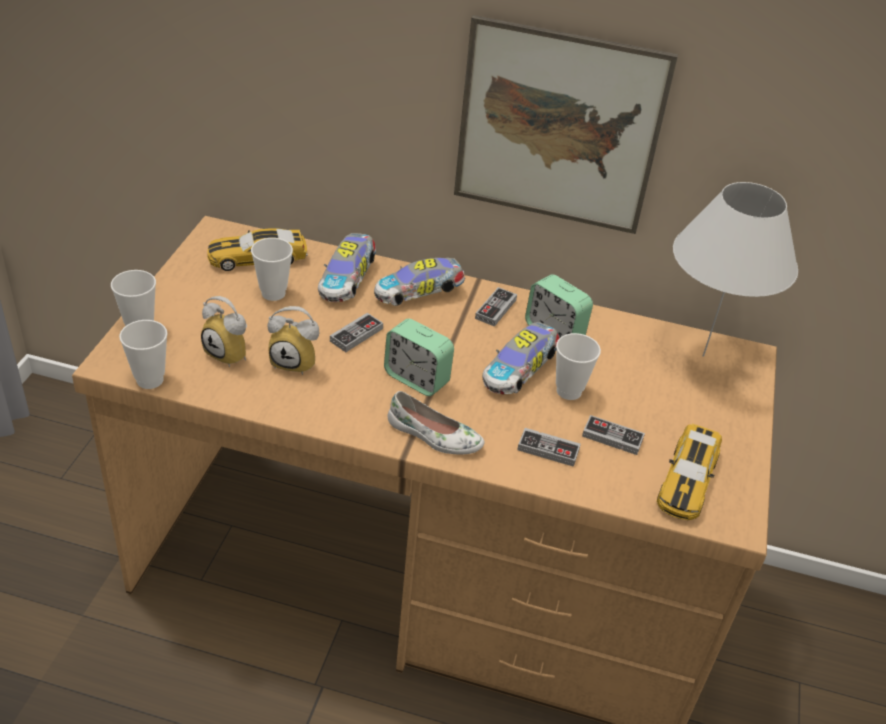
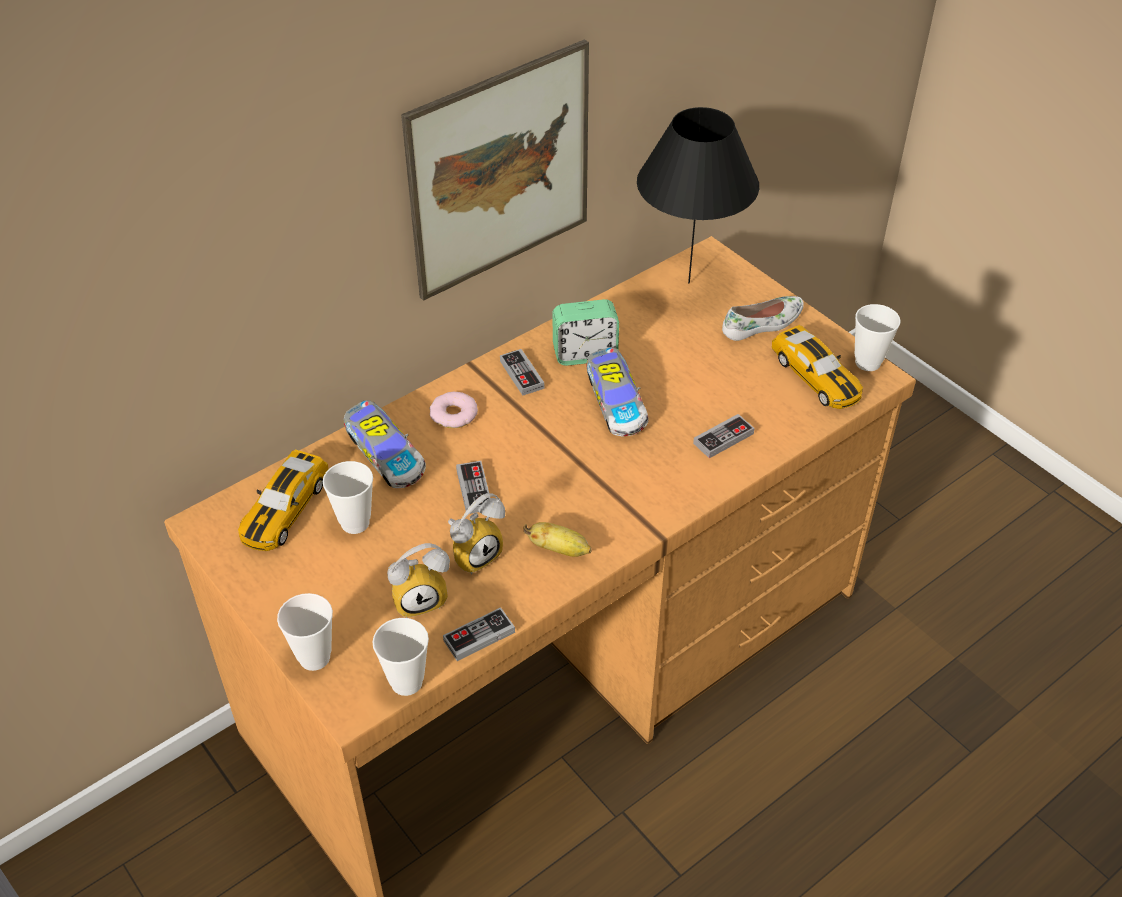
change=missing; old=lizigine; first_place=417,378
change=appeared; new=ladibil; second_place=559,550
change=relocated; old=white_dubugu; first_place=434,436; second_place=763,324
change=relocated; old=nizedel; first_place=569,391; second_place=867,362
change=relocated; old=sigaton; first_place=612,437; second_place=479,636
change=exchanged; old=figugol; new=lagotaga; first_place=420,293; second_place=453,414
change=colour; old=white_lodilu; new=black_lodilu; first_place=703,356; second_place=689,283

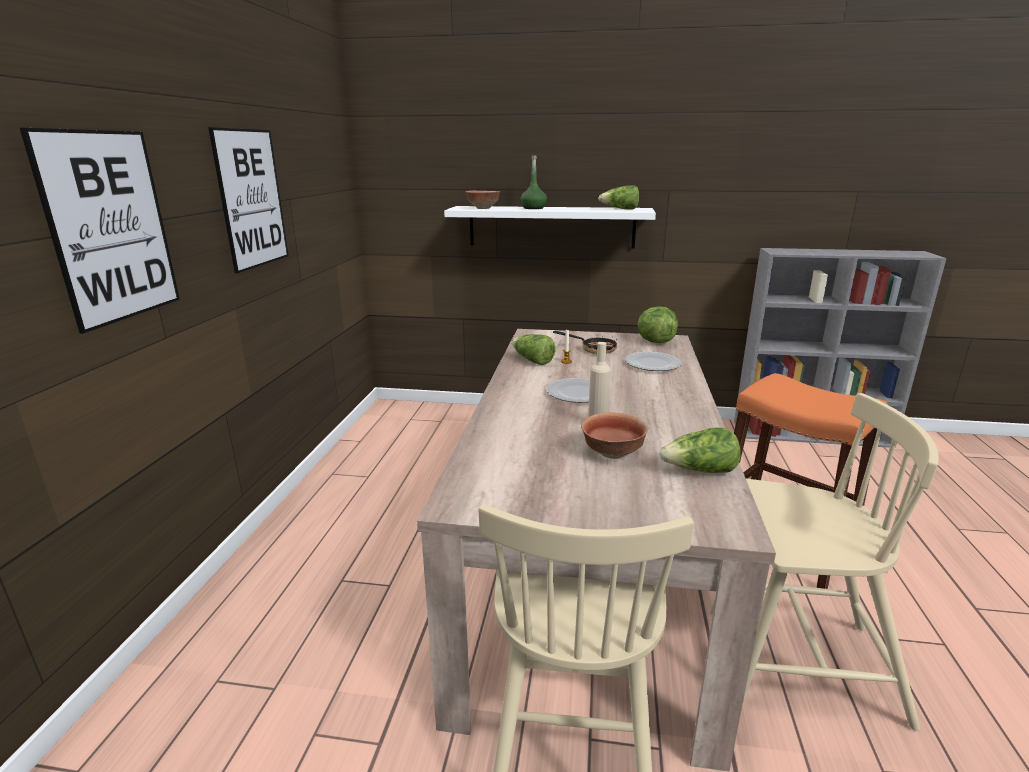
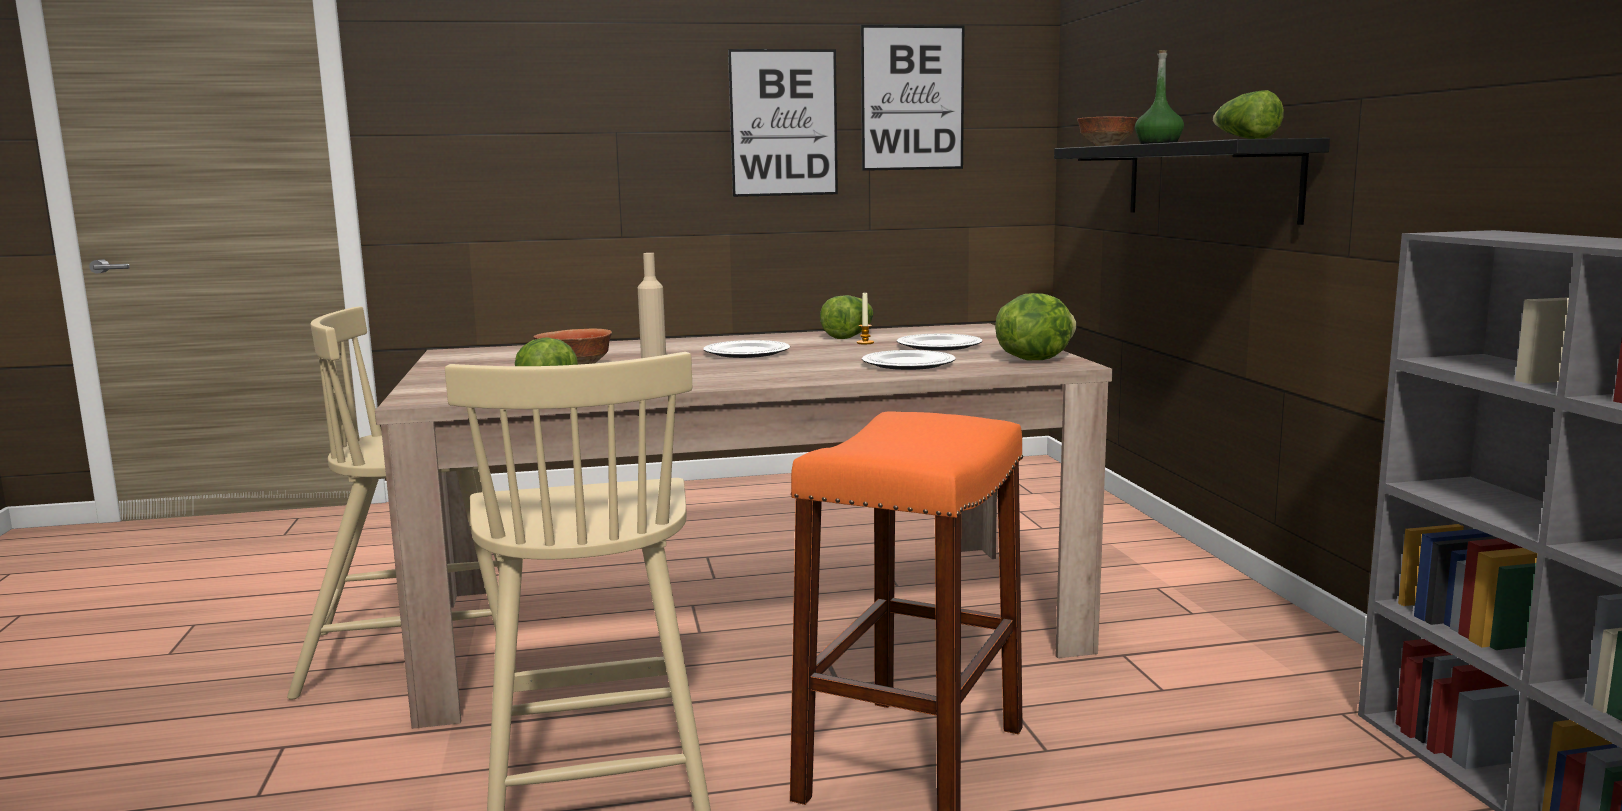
change=relocated; old=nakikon; first_place=110,227; second_place=912,98
change=exchanged; old=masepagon; new=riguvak; first_place=593,349; second_place=940,345
change=colour; old=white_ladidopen; new=black_ladidopen; first_place=551,226; second_place=1208,180

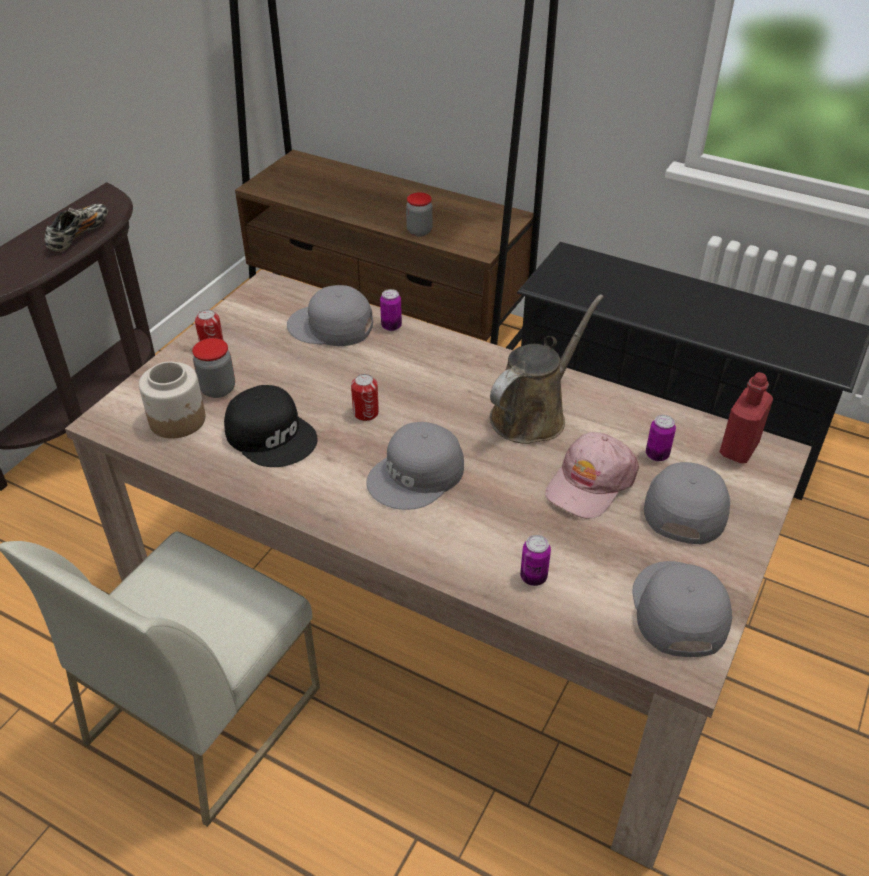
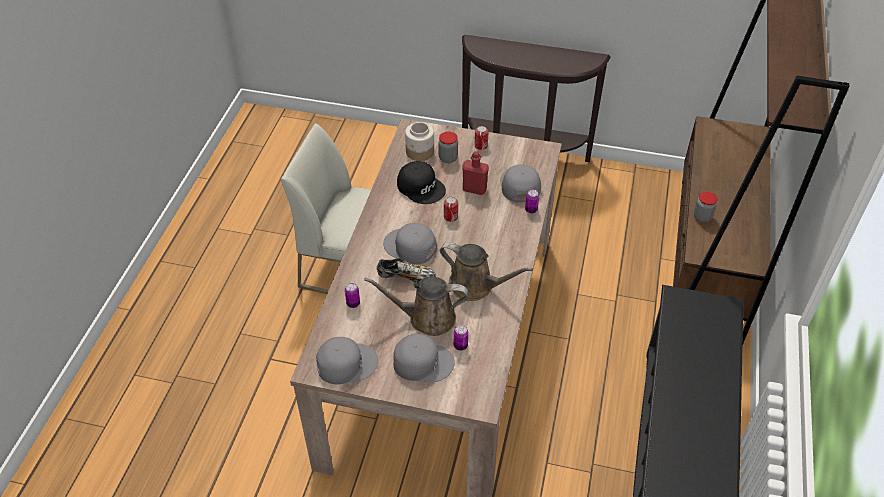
change=relocated; old=dubugu; first_place=79,235; second_place=406,277
change=relocated; old=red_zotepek; first_place=738,449; second_place=474,189
change=exchanged; old=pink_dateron; new=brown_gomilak; first_place=590,483; second_place=427,318
change=spun; old=black_dateron; first_place=272,434; second_place=421,187; degrees=-75

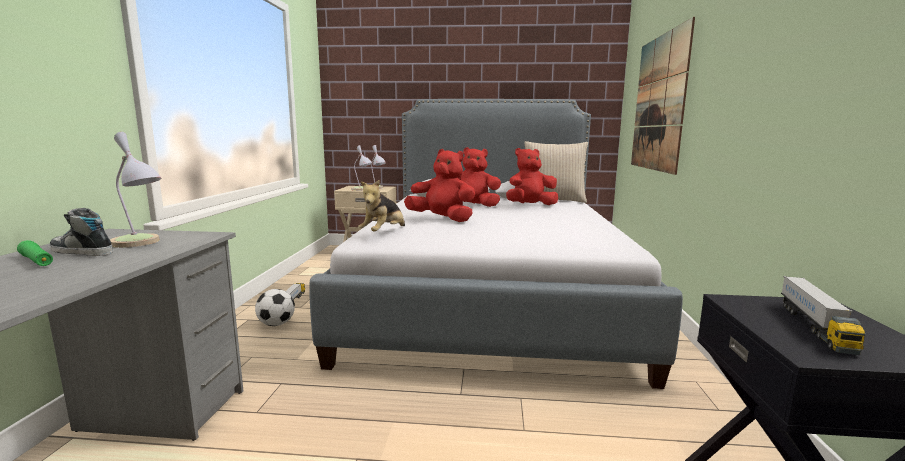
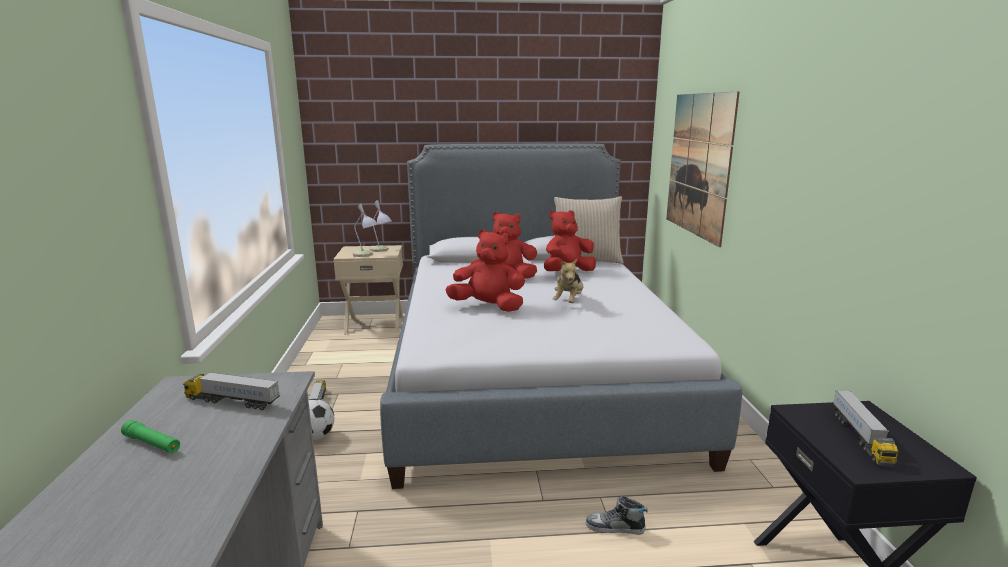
change=relocated; old=dubugu; first_place=82,251; second_place=615,527
change=relocated; old=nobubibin; first_place=383,233; second_place=568,301
change=exchanged; old=lodilu; new=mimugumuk; first_place=141,243; second_place=232,401

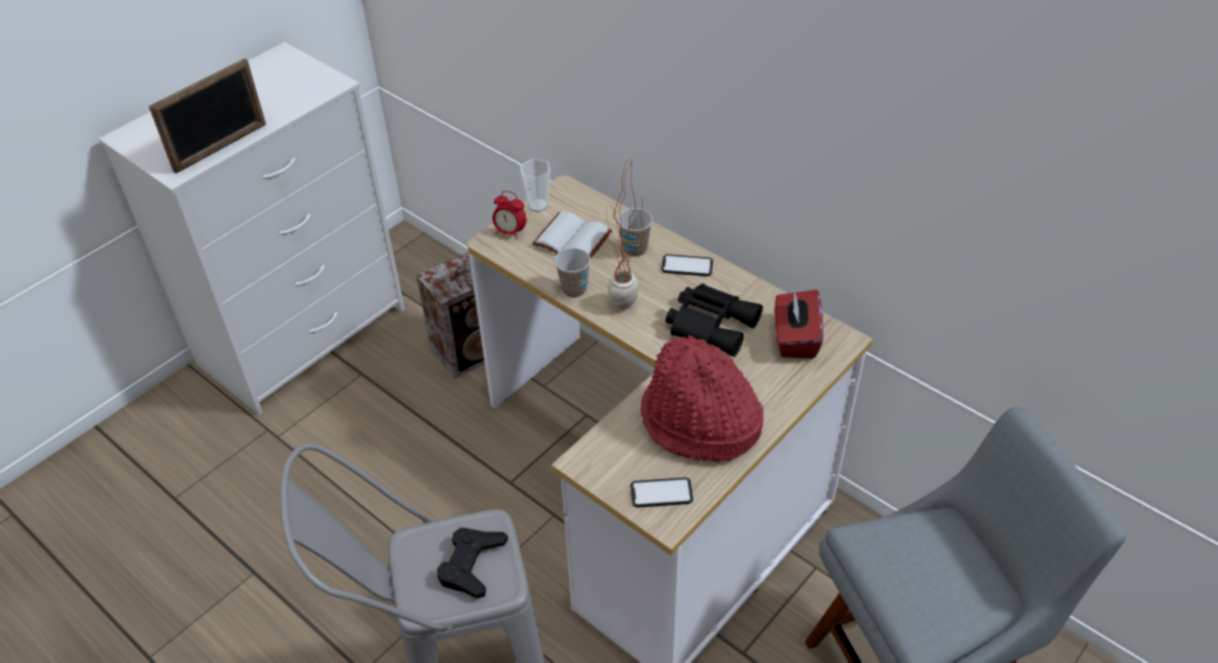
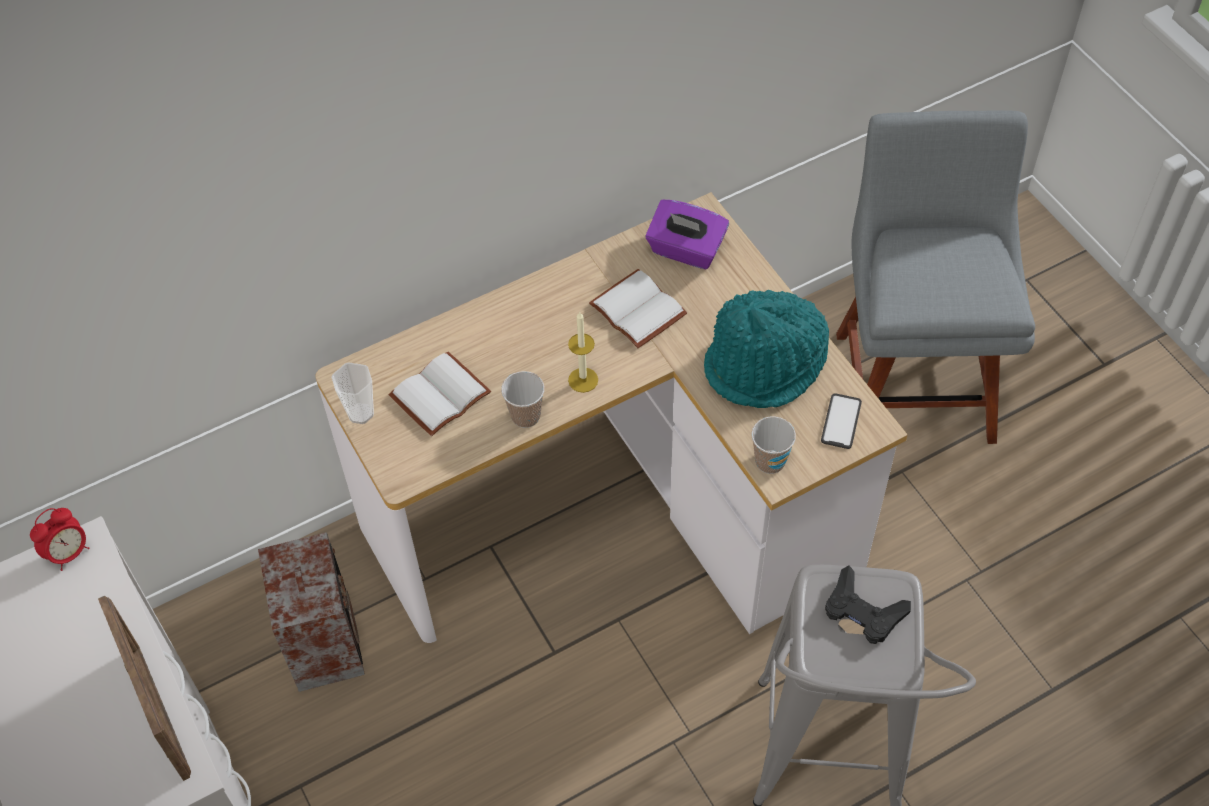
change=missing; old=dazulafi; first_place=687,266
change=relocated; old=lizigine; first_place=510,232; second_place=69,553
change=relocated; old=nizedel; first_place=635,249; second_place=770,461
change=exchanged; old=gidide; new=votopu; first_place=624,312; second_place=583,380
change=exchanged; old=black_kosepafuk; new=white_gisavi; first_place=711,324; second_place=635,310
change=colour; old=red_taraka; new=turquoise_taraka; first_place=698,423; second_place=766,365
change=colour; old=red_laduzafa; new=purple_laduzafa; first_place=795,338; second_place=686,250

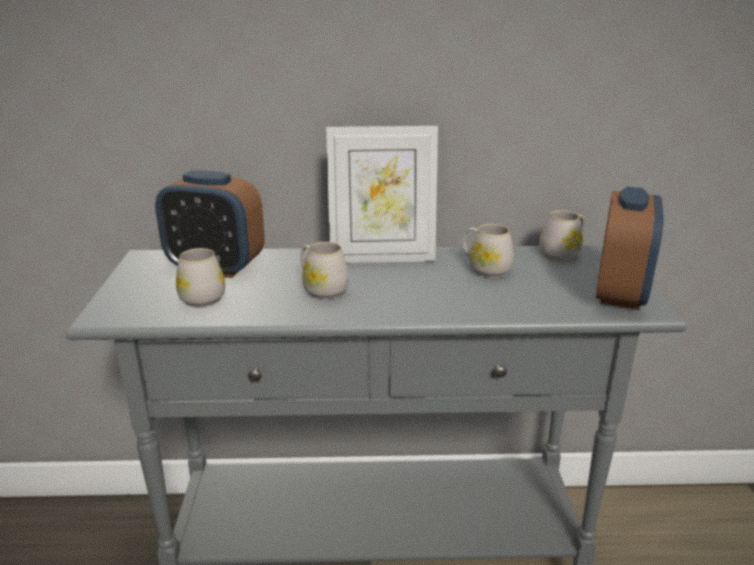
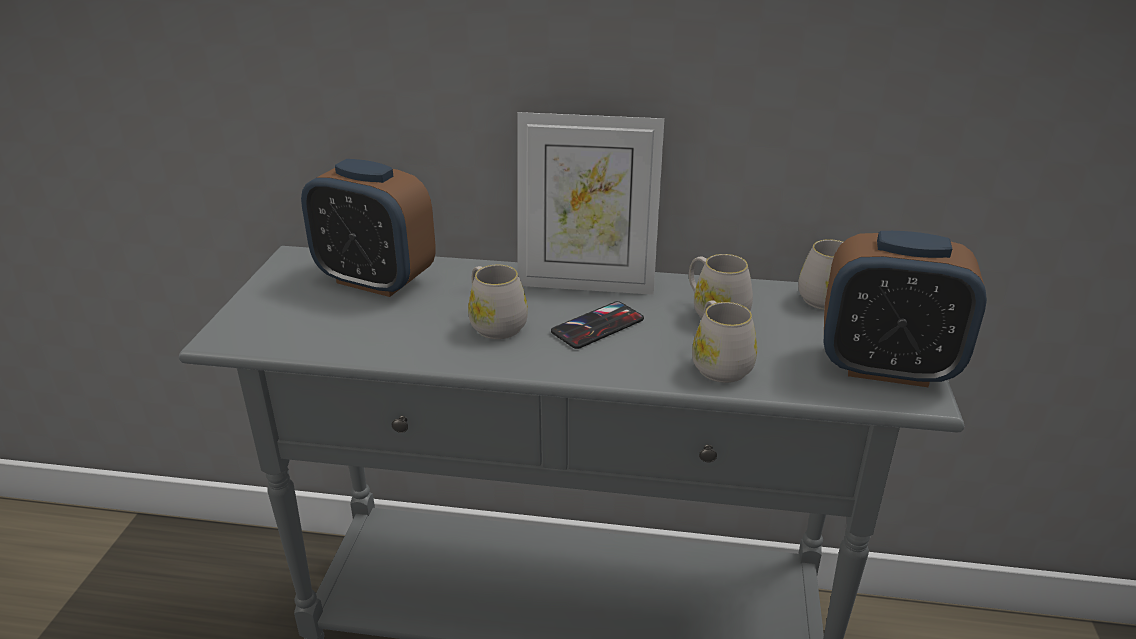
change=appeared; new=dazulafi; second_place=598,326
change=relocated; old=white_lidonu; first_place=201,296; second_place=718,364
change=spun; old=lizigine; first_place=620,294; second_place=886,368; degrees=75

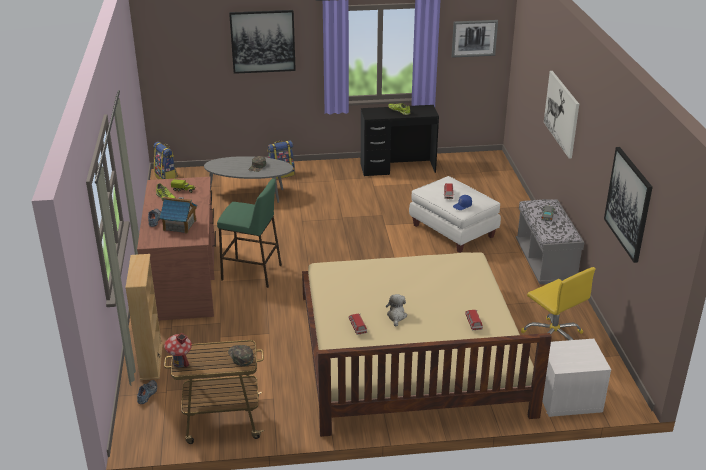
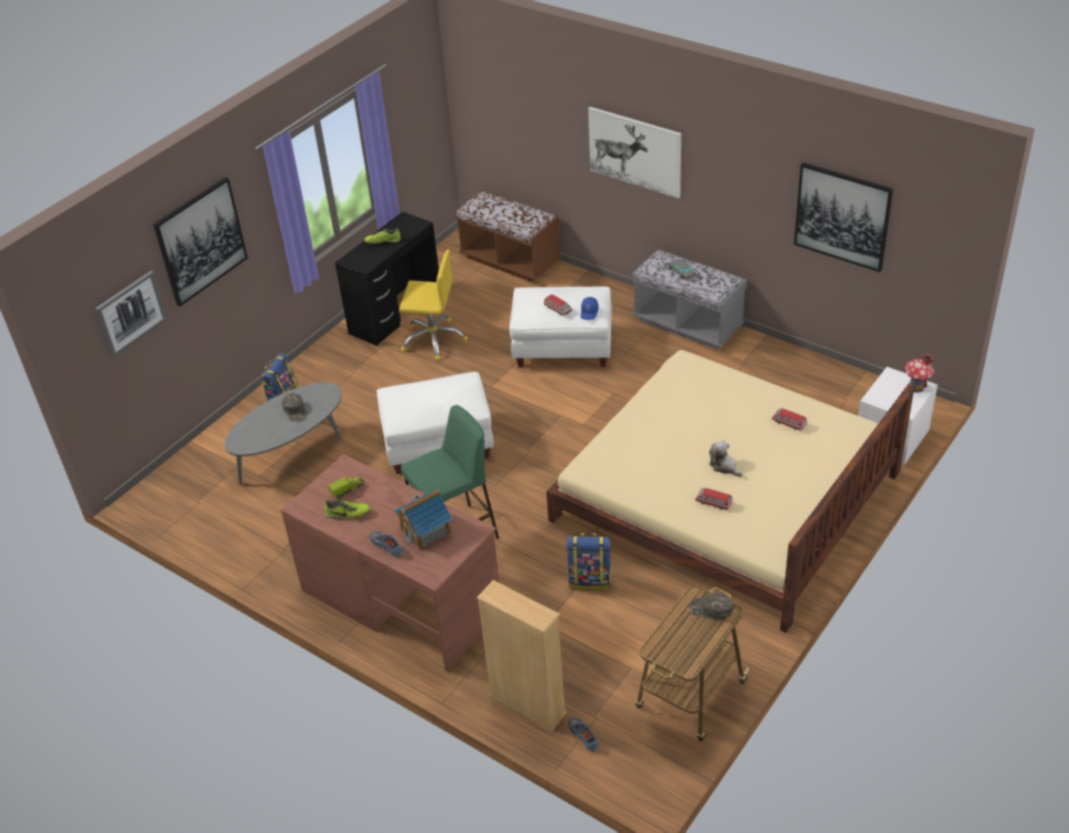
change=appeared; new=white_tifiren; second_place=437,444
change=appeared; new=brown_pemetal; second_place=510,260
change=relocated; old=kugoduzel; first_place=166,177; second_place=590,580
change=relocated; old=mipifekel; first_place=180,362; second_place=916,387
change=relocated; old=nakikon; first_place=474,38; second_place=131,313
change=relocated; old=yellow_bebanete; first_place=553,338; second_place=433,339

